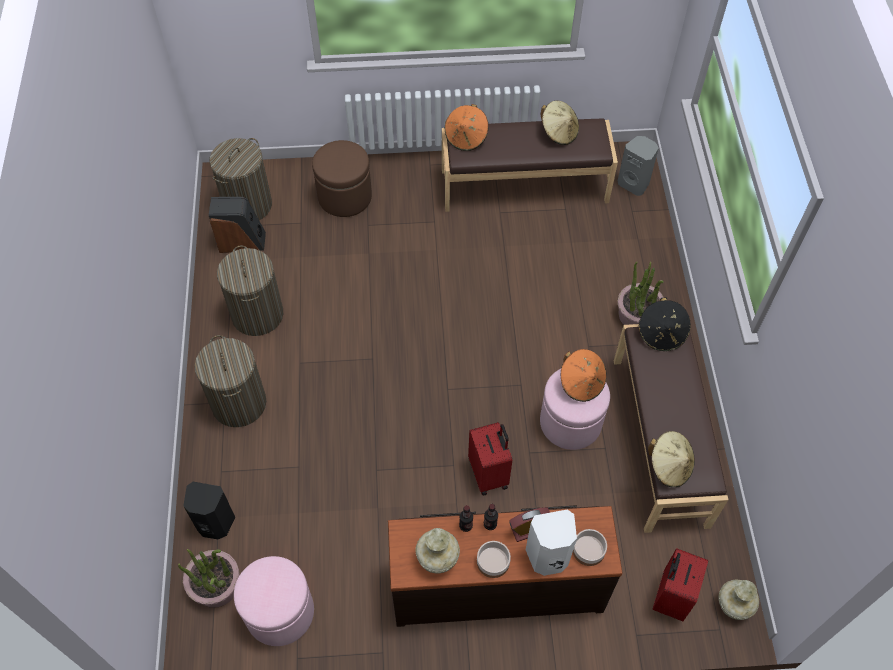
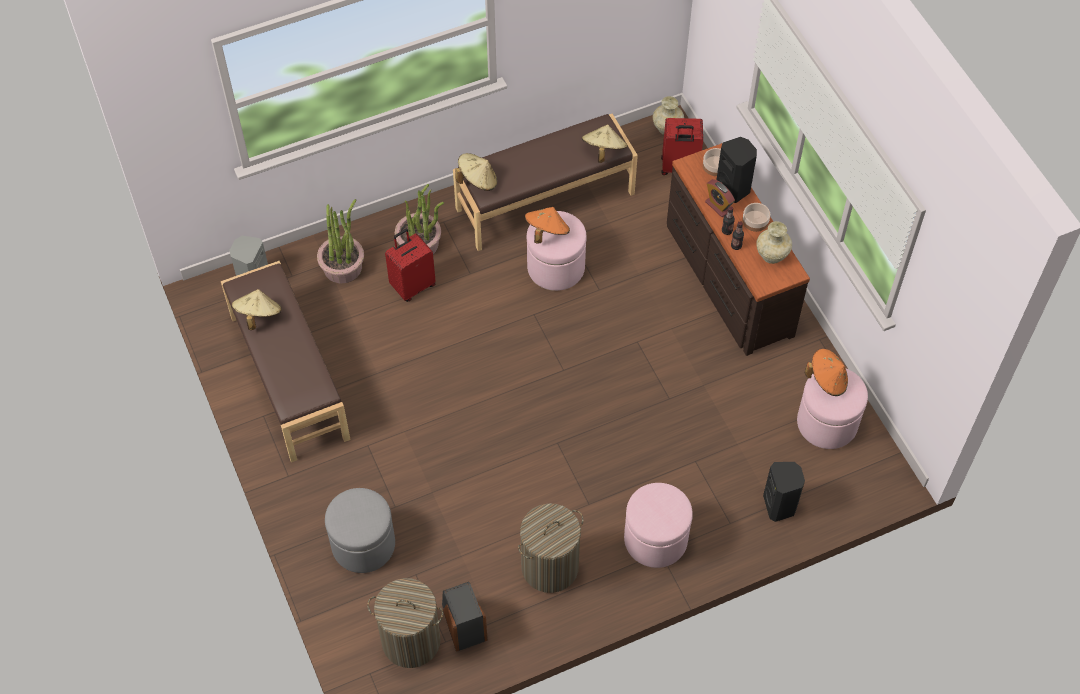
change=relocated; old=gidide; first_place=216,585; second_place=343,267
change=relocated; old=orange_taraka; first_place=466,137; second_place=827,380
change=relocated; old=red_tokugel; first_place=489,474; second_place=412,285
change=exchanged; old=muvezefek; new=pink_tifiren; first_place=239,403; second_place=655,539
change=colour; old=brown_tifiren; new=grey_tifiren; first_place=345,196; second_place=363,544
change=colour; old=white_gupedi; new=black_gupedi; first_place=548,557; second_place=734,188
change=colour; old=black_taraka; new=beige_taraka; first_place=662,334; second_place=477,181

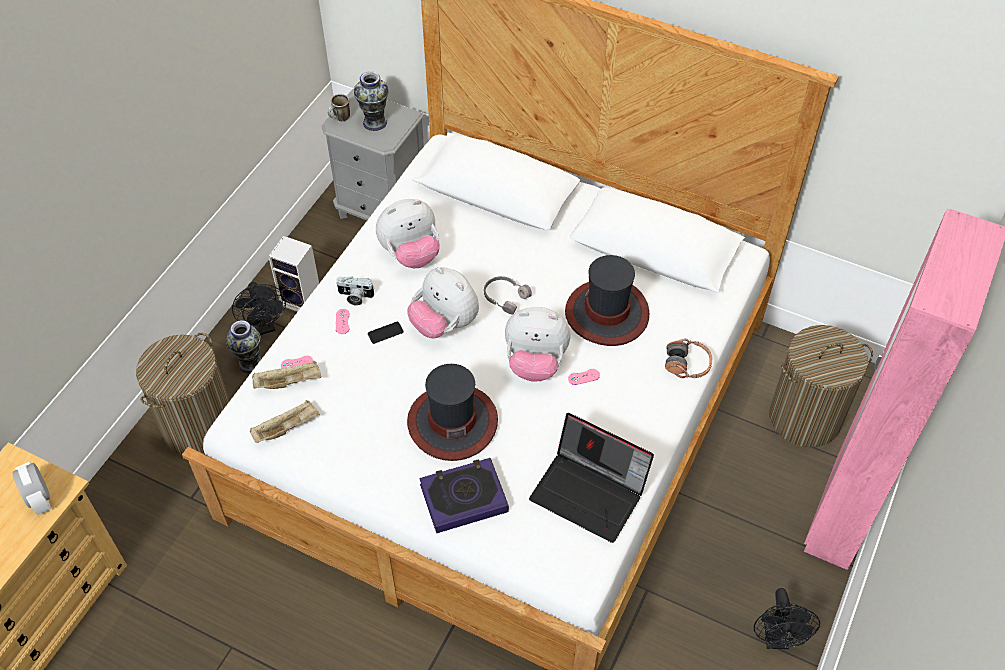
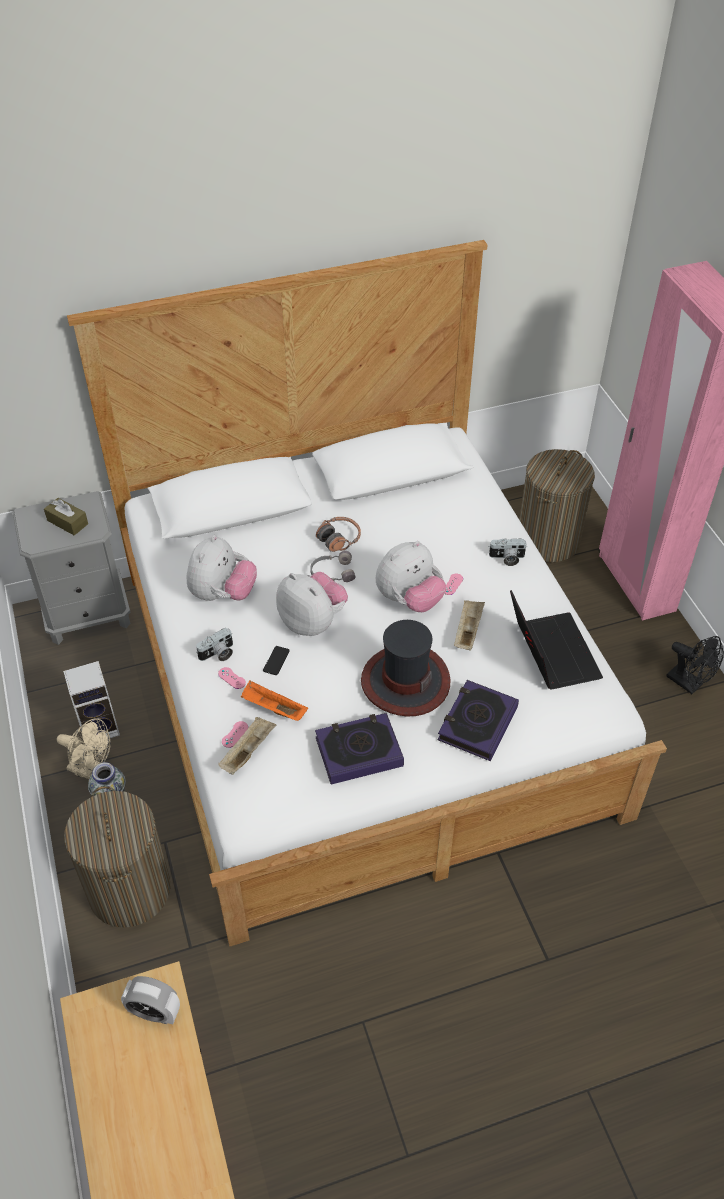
change=missing; old=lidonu; first_place=340,119
change=missing; old=taraka; first_place=607,313
change=appeared; new=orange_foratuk; second_place=273,709
change=appeared; new=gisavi; second_place=359,751
change=appeared; new=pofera; second_place=507,558
change=relocated; old=beige_foratuk; first_place=287,428; second_place=468,631
change=relocated; old=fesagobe; first_place=687,364; second_place=339,539
change=exchanged; old=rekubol; new=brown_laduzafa; first_place=375,123; second_place=67,522
change=colour; old=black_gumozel; new=beige_gumozel; first_place=265,326; second_place=92,770
change=spun; old=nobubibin; first_place=444,324; second_place=312,622; degrees=-135
change=spun; old=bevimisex; first_place=590,493; second_place=550,652; degrees=-90

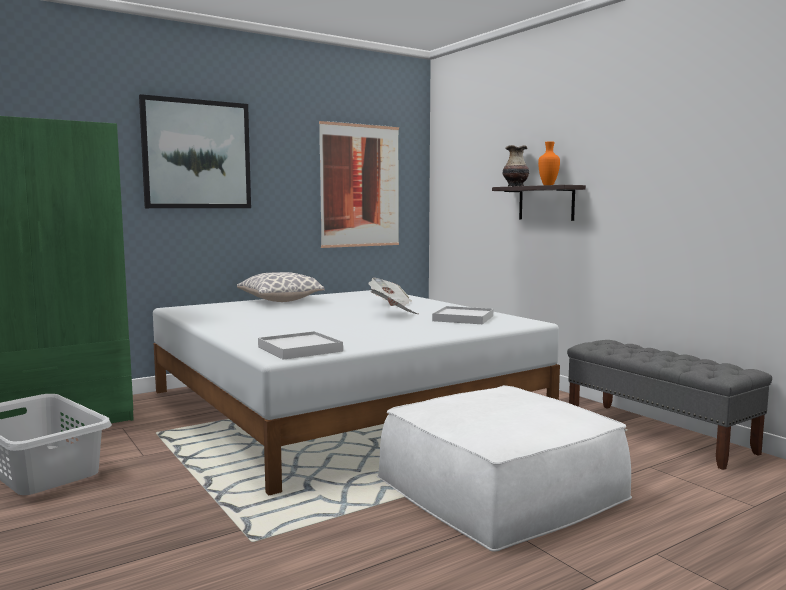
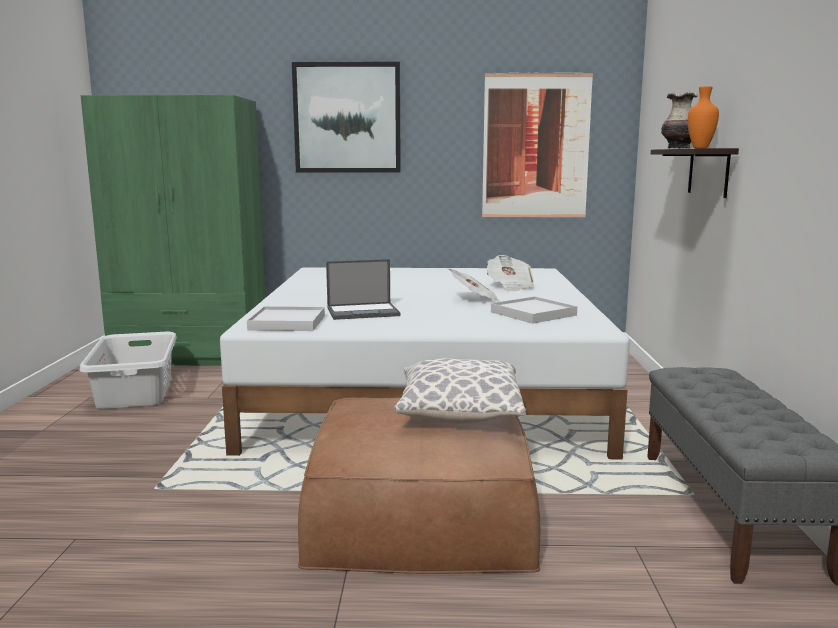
change=appeared; new=bevimisex; second_place=364,312
change=relocated; old=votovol; first_place=280,301; second_place=459,414
change=colour; old=white_tifiren; new=brown_tifiren; first_place=500,487; second_place=421,511

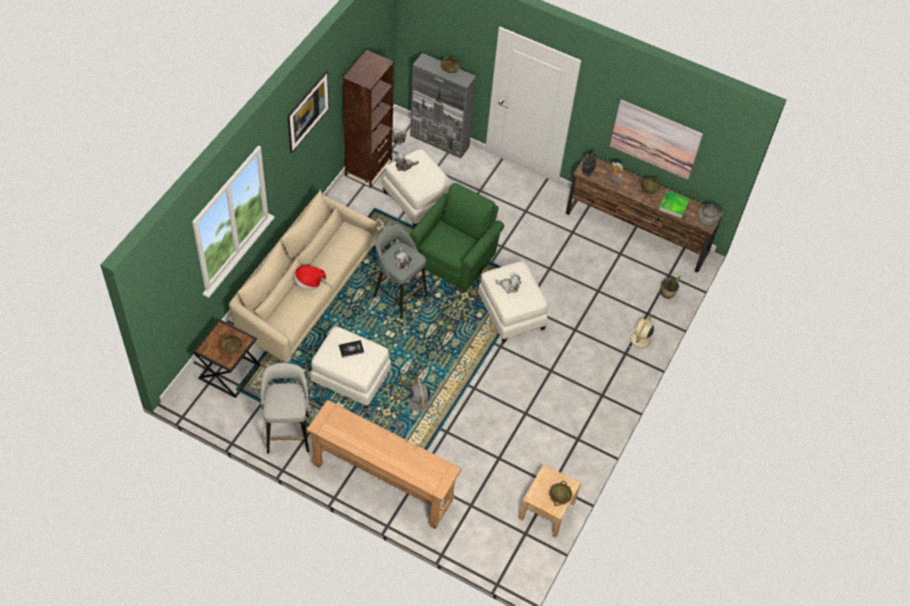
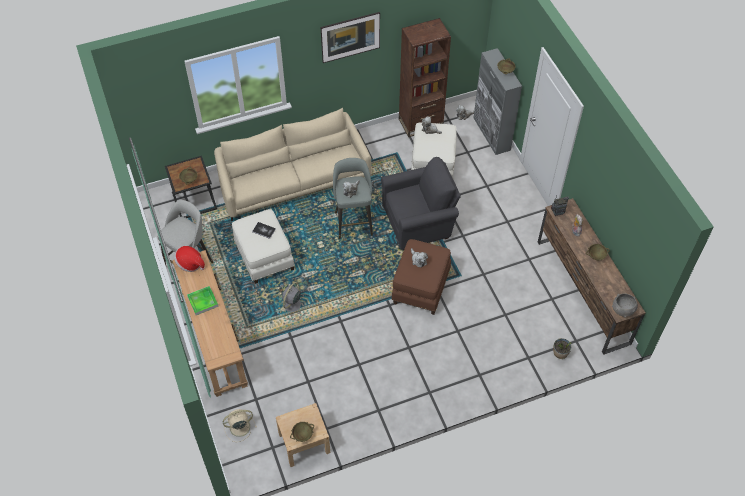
change=missing; old=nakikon; first_place=655,139
change=relocated; old=taraka; first_place=308,283; second_place=190,263
change=relocated; old=beige_gumozel; first_place=639,340; second_place=239,427
change=relocated; old=foratuk; first_place=673,205; second_place=203,301
change=colour; old=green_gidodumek; new=grey_gidodumek; first_place=456,258; second_place=419,222
change=colour; old=white_tifiren; new=brown_tifiren; first_place=510,313; second_place=420,286

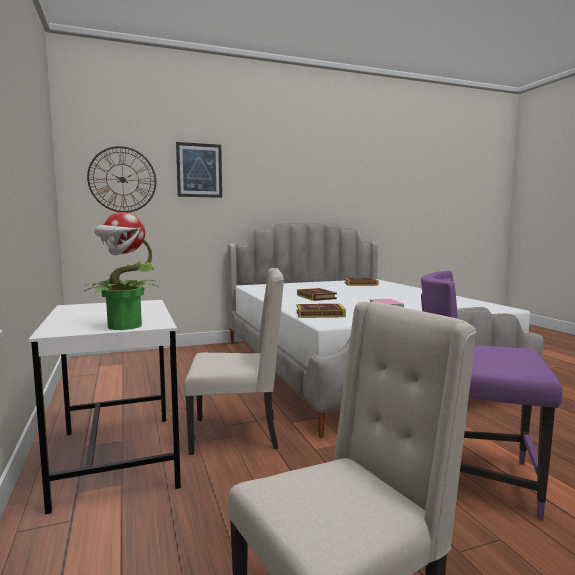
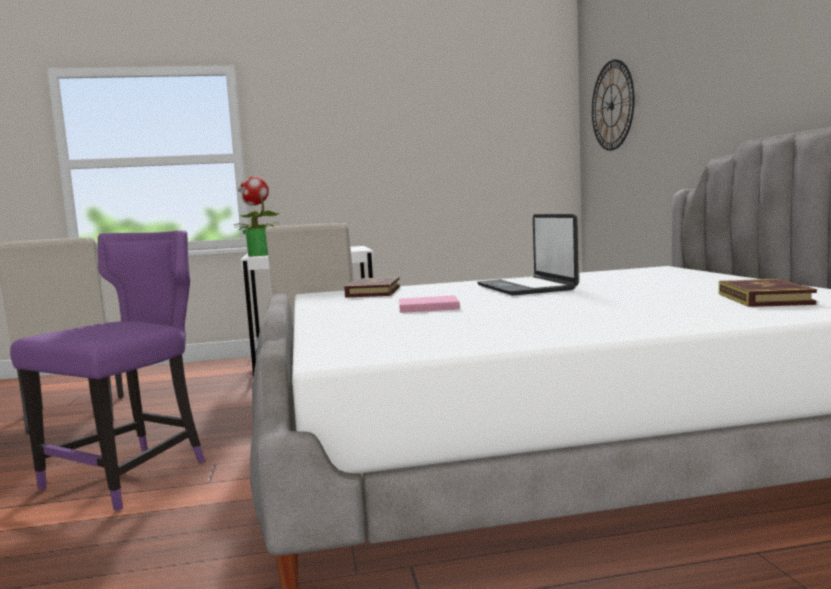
change=missing; old=nakikon; first_place=199,170
change=exchanged; old=gisavi; new=bevimisex; first_place=316,297; second_place=526,287

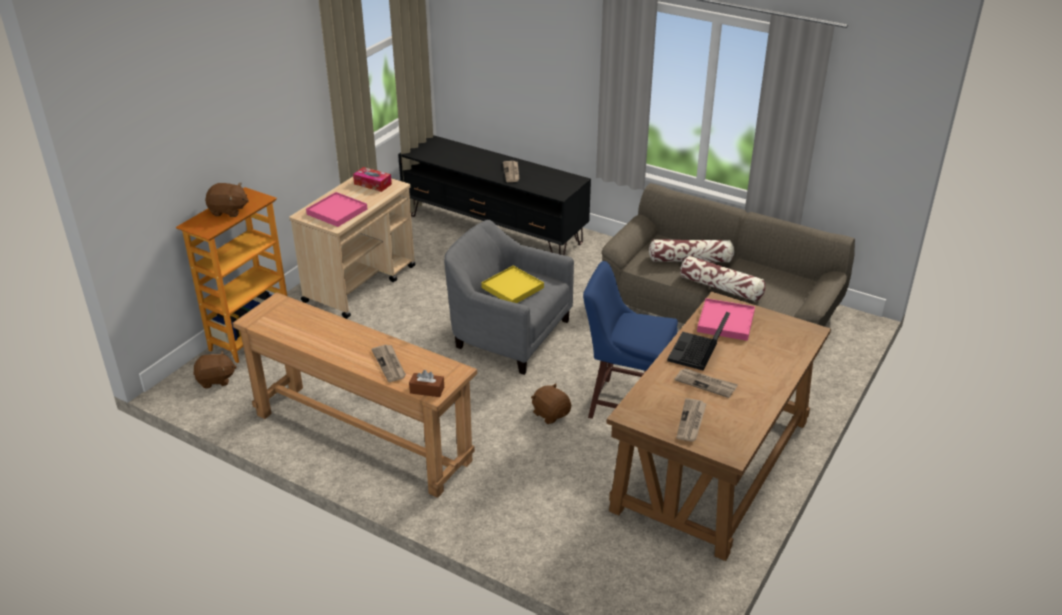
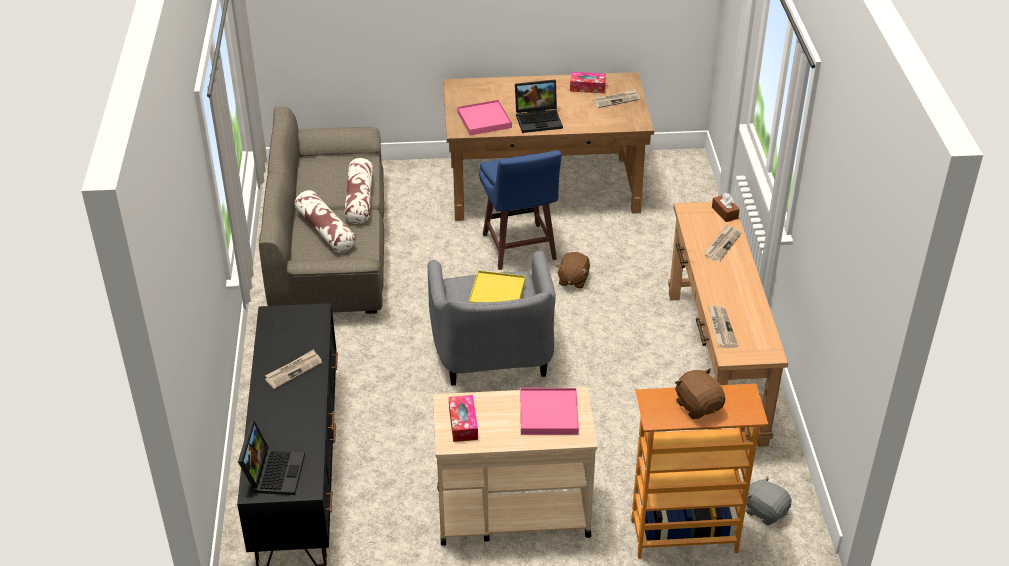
change=appeared; new=bevimisex; second_place=273,471
change=appeared; new=laduzafa; second_place=587,87
change=relocated; old=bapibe; first_place=706,384; second_place=720,328
change=colour; old=brown_nobubibin; new=grey_nobubibin; first_place=216,380; second_place=765,511

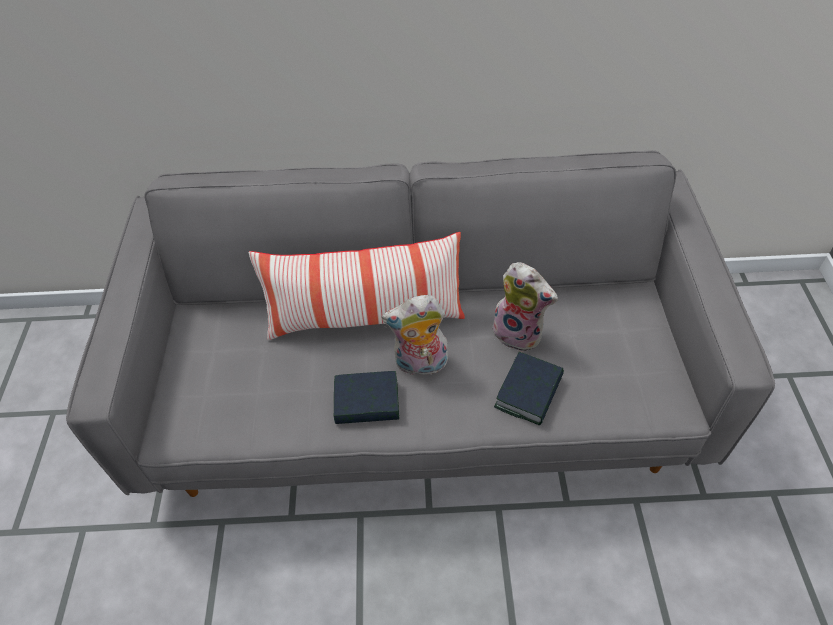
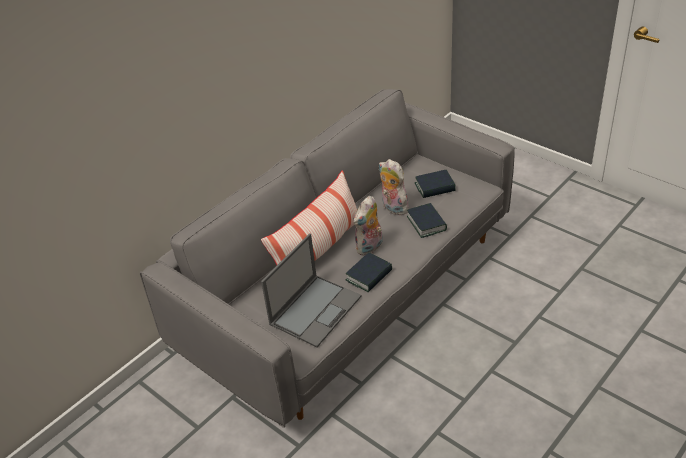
change=appeared; new=bevimisex; second_place=316,309
change=appeared; new=gisavi; second_place=435,187
change=spun; old=nobubibin; first_place=520,333; second_place=392,208; degrees=-120

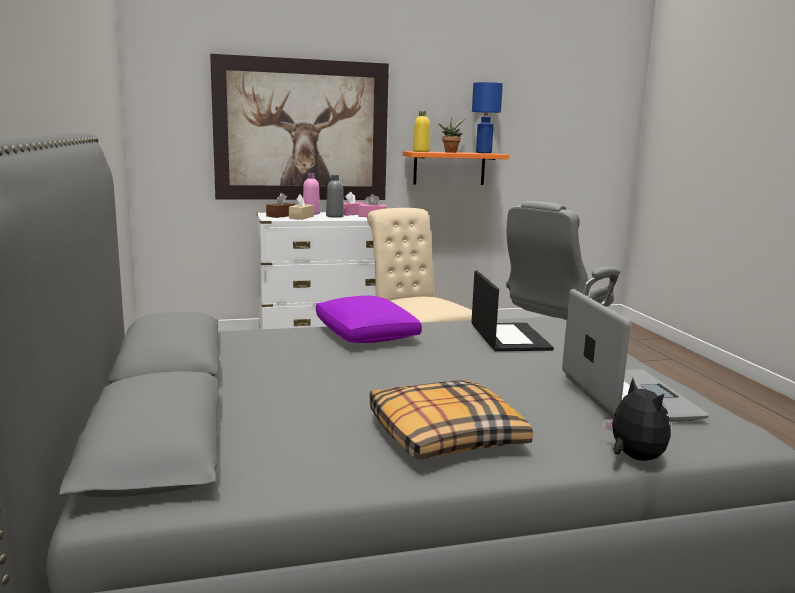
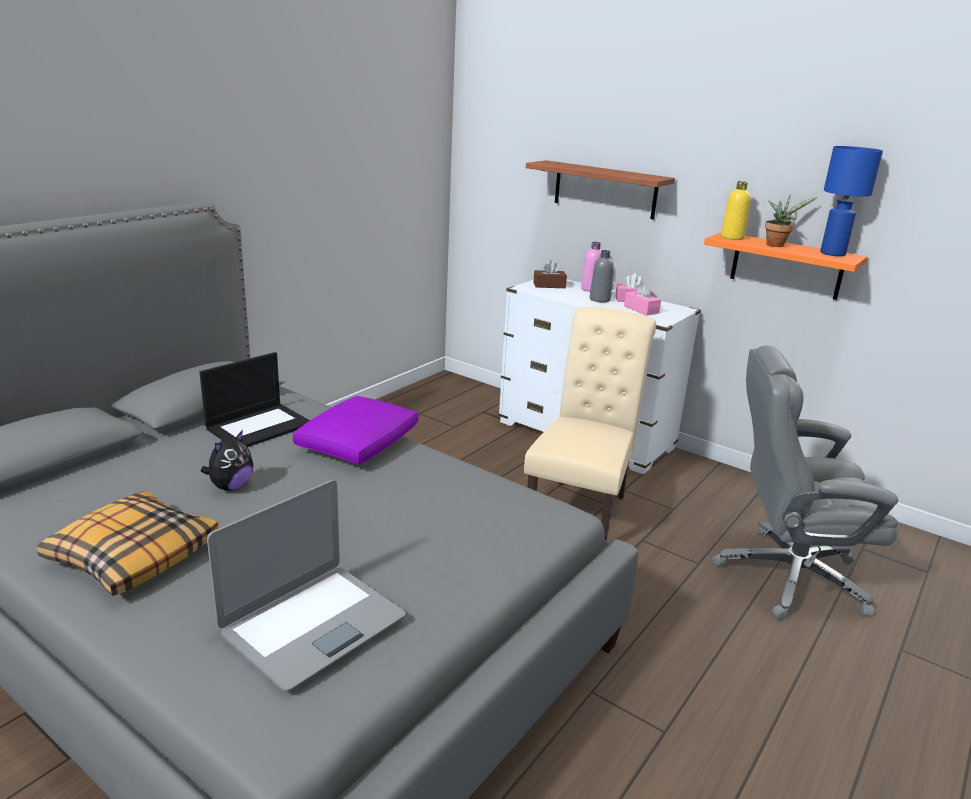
change=missing; old=beige_laduzafa; first_place=301,217
change=relocated; old=bevimisex; first_place=508,337; second_place=259,426
change=relocated; old=nobubibin; first_place=633,458; second_place=231,486
change=exchanged; old=nakikon; new=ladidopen; first_place=302,130; second_place=605,189

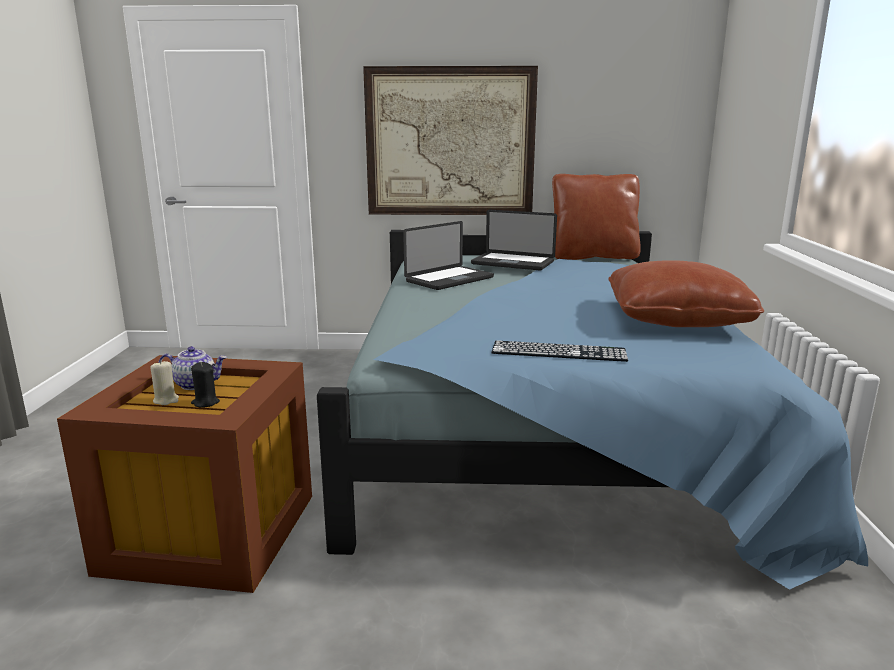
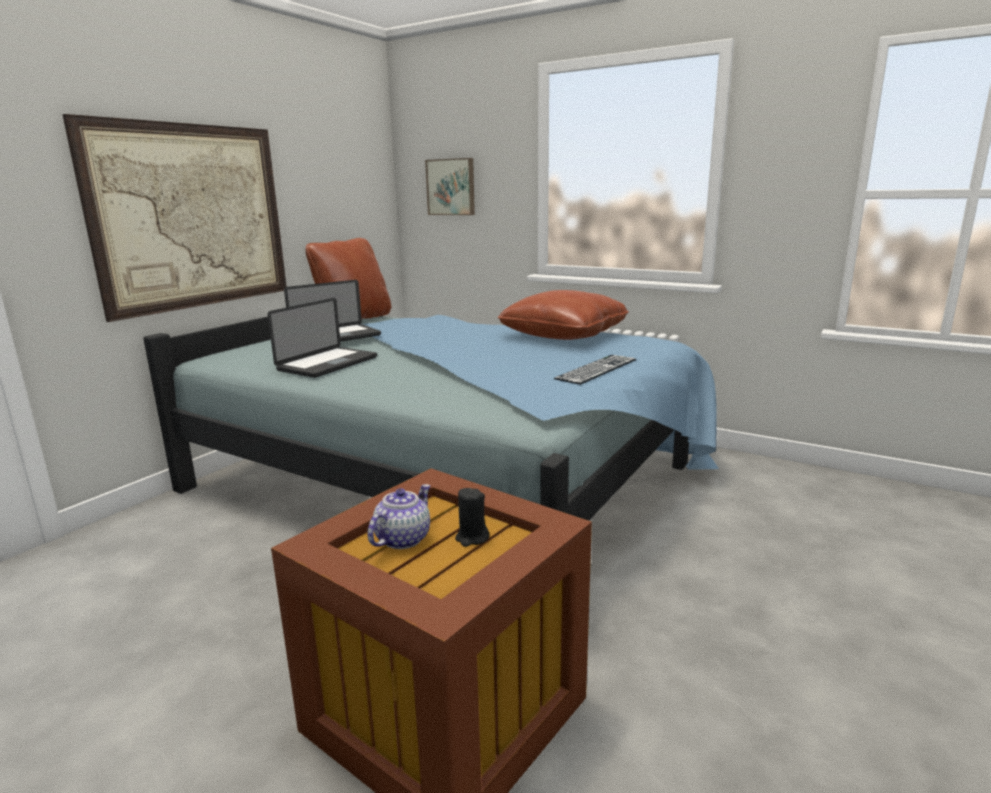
change=missing; old=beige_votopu; first_place=166,400
change=appeared; new=nakikon; second_place=451,187
change=spun; old=bevimisex; first_place=449,279; second_place=328,364; degrees=45

